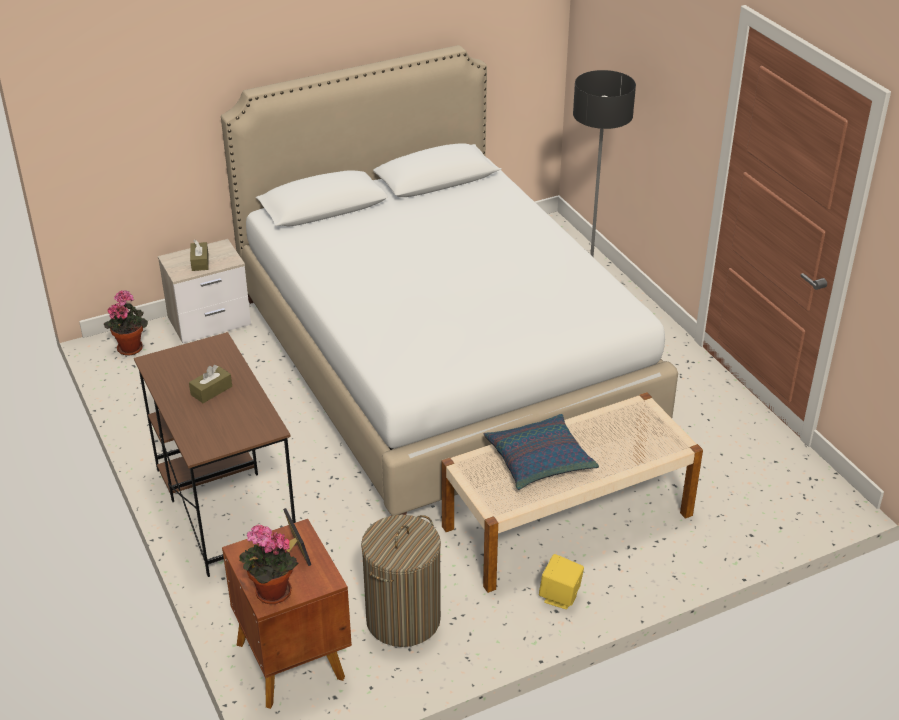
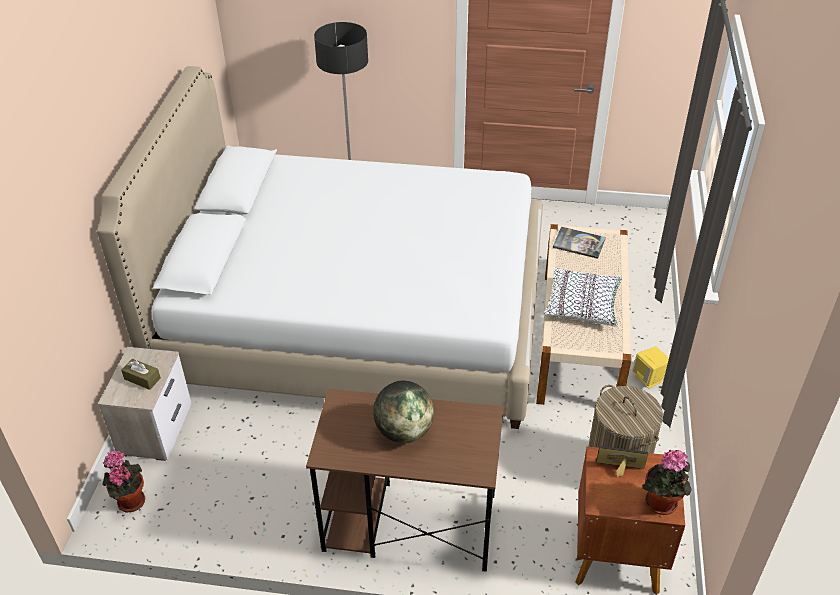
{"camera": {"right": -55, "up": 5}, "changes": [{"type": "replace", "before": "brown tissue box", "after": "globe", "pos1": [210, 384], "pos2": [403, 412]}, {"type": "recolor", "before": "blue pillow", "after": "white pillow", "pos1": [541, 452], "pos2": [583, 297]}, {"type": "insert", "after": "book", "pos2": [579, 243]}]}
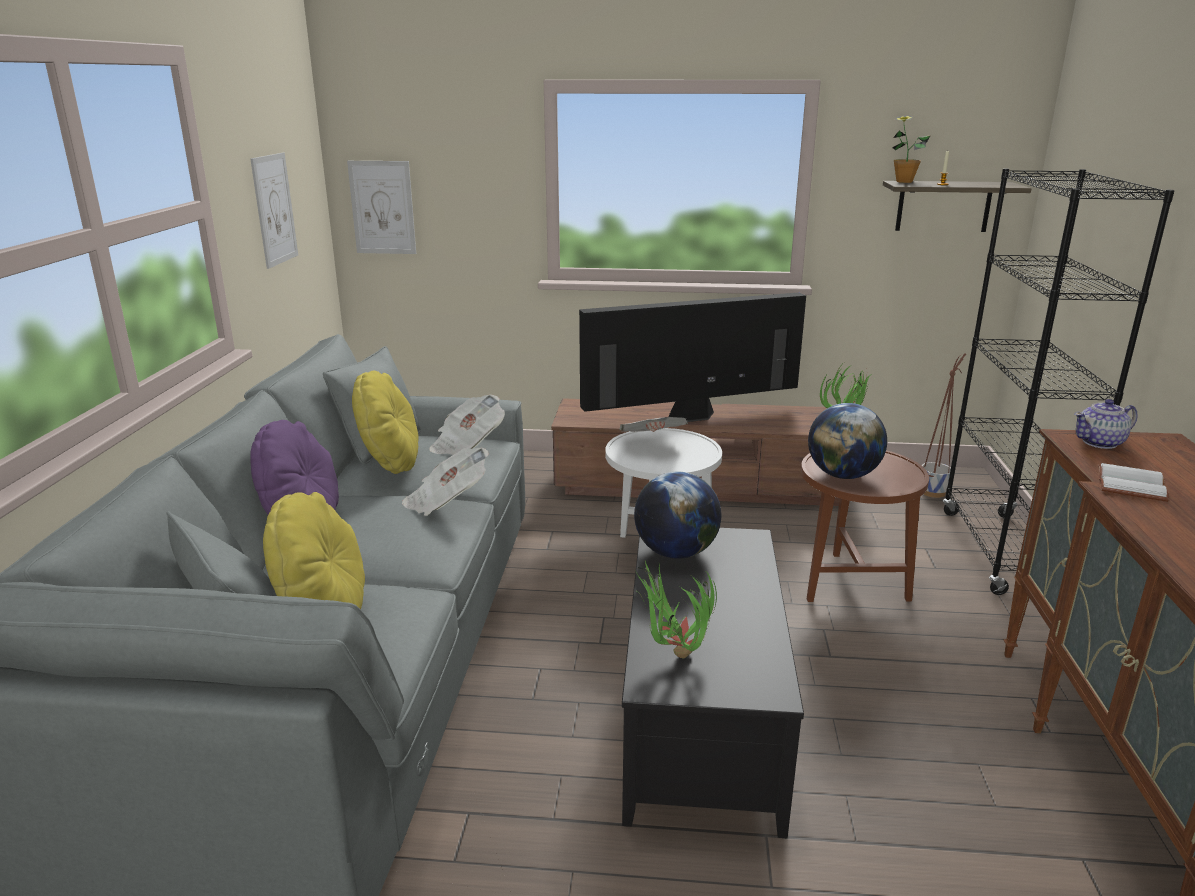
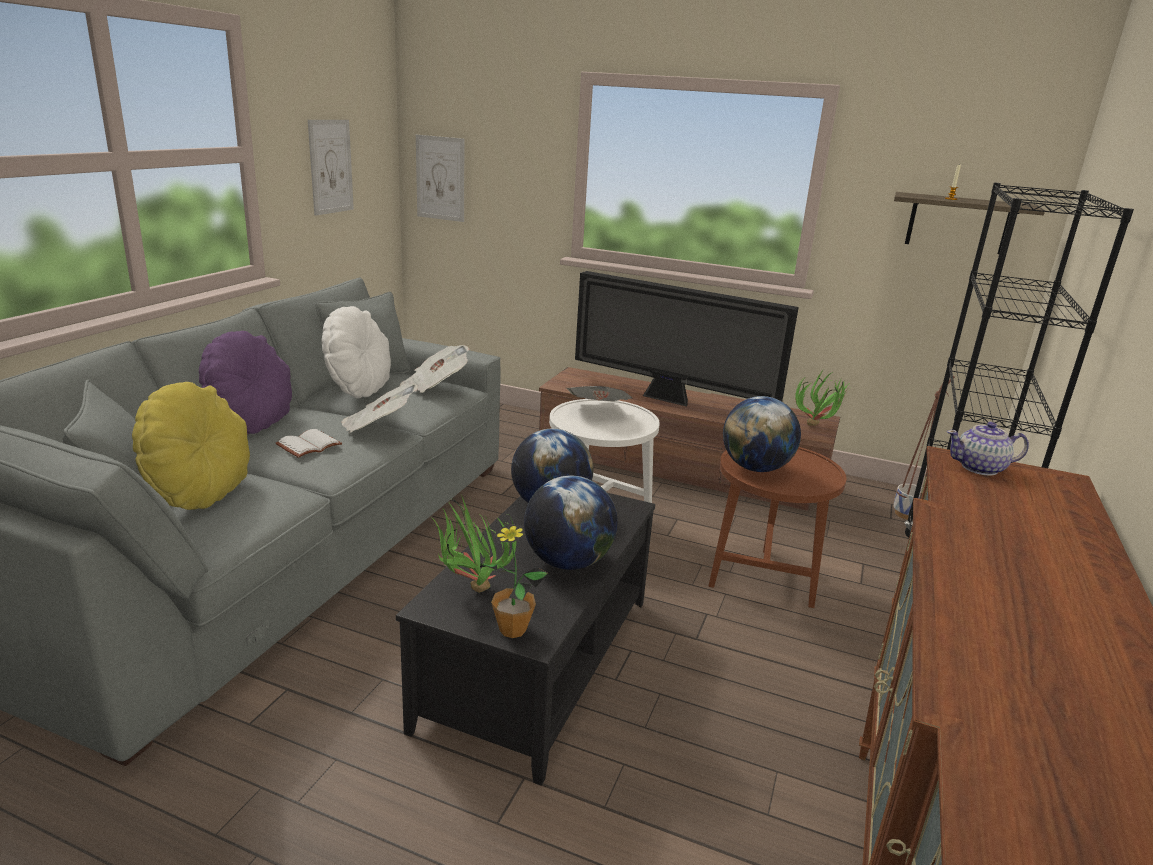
{"camera": {"right": 15, "up": 0}, "changes": [{"type": "recolor", "before": "yellow pillow", "after": "white pillow", "pos1": [385, 422], "pos2": [356, 352]}, {"type": "rotate", "before": "television", "pos1": [692, 357], "pos2": [687, 339], "turn": -150}, {"type": "move", "before": "potted plant", "pos1": [911, 149], "pos2": [514, 581]}, {"type": "move", "before": "white book", "pos1": [1133, 482], "pos2": [309, 443]}, {"type": "insert", "after": "globe", "pos2": [571, 522]}]}
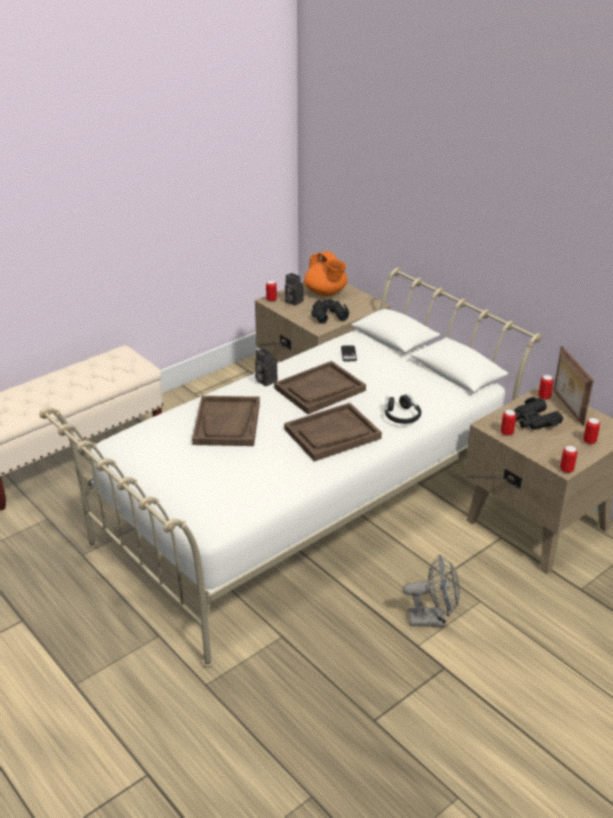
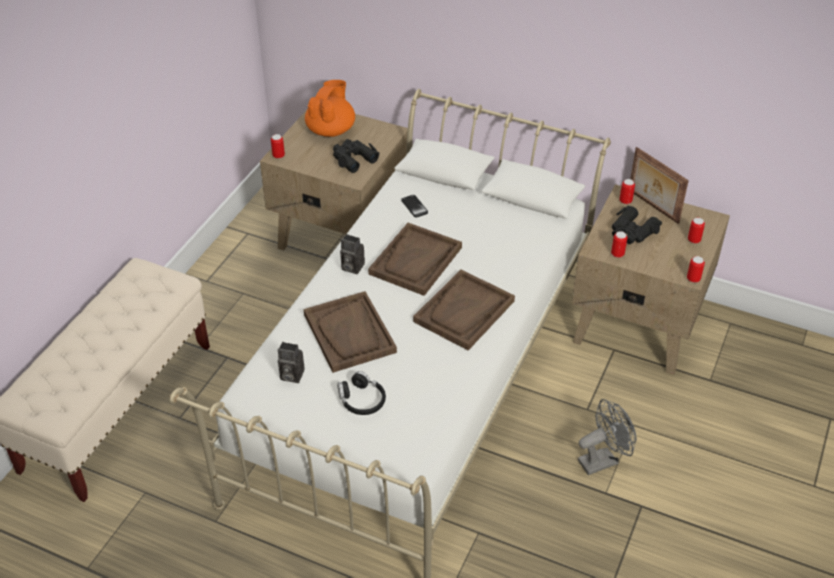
{"camera": {"right": -25, "up": 10}, "changes": [{"type": "move", "before": "photo camera", "pos1": [294, 289], "pos2": [291, 362]}, {"type": "rotate", "before": "orange teapot", "pos1": [326, 273], "pos2": [330, 108], "turn": -105}, {"type": "move", "before": "black headphones", "pos1": [403, 409], "pos2": [361, 393]}]}
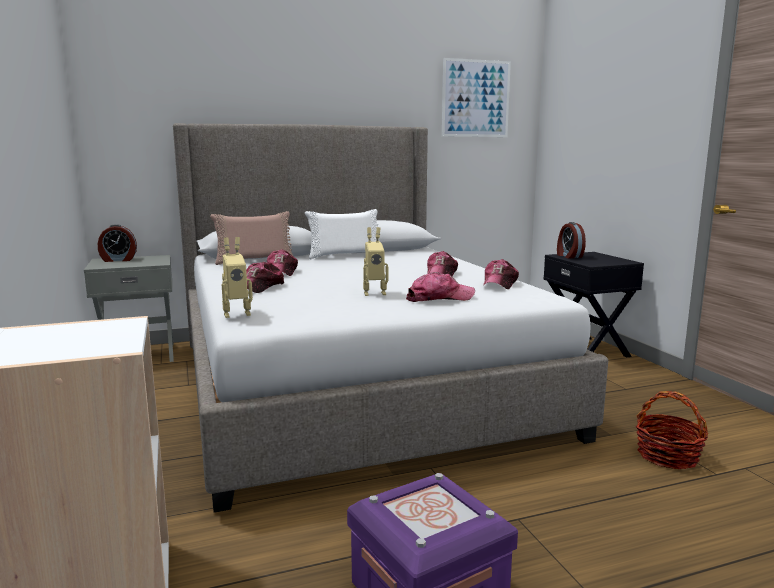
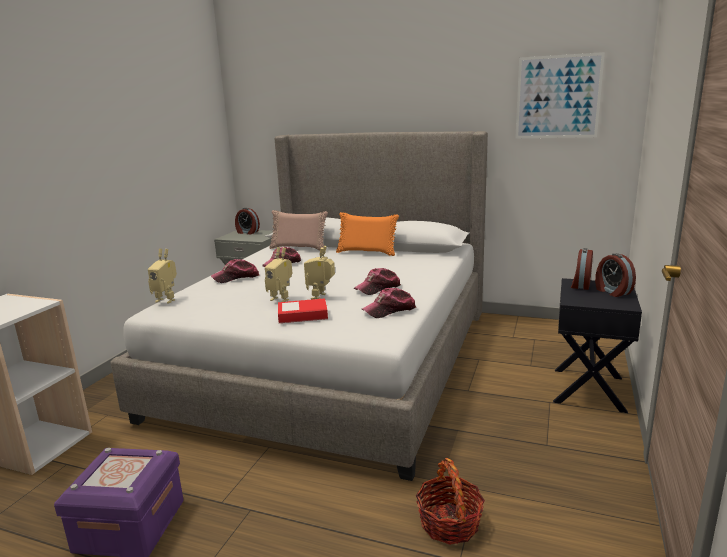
{"camera": {"right": 40, "up": 5}, "changes": [{"type": "recolor", "before": "white pillow", "after": "orange pillow", "pos1": [341, 234], "pos2": [367, 234]}, {"type": "replace", "before": "cap", "after": "book", "pos1": [440, 287], "pos2": [303, 310]}, {"type": "insert", "after": "toy robot", "pos2": [319, 272]}, {"type": "insert", "after": "alarm clock", "pos2": [615, 275]}]}
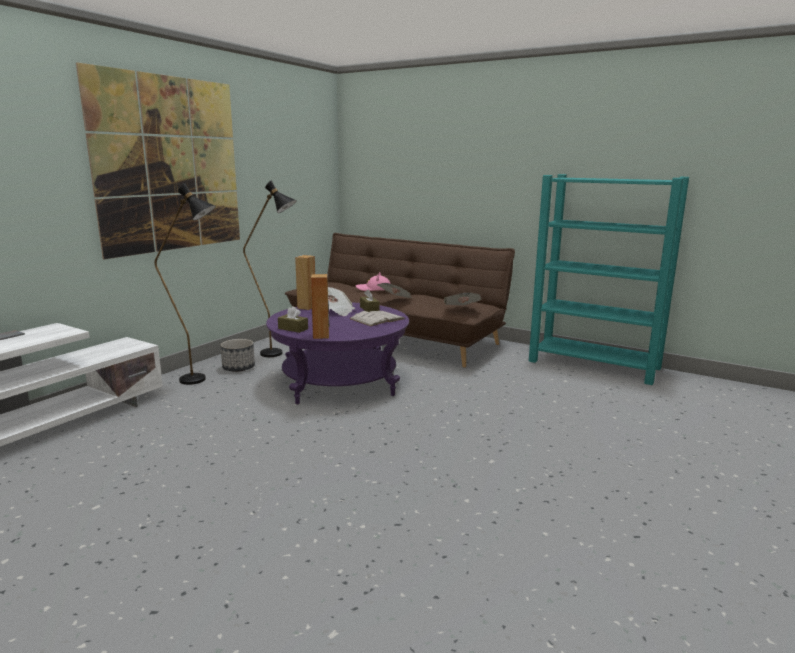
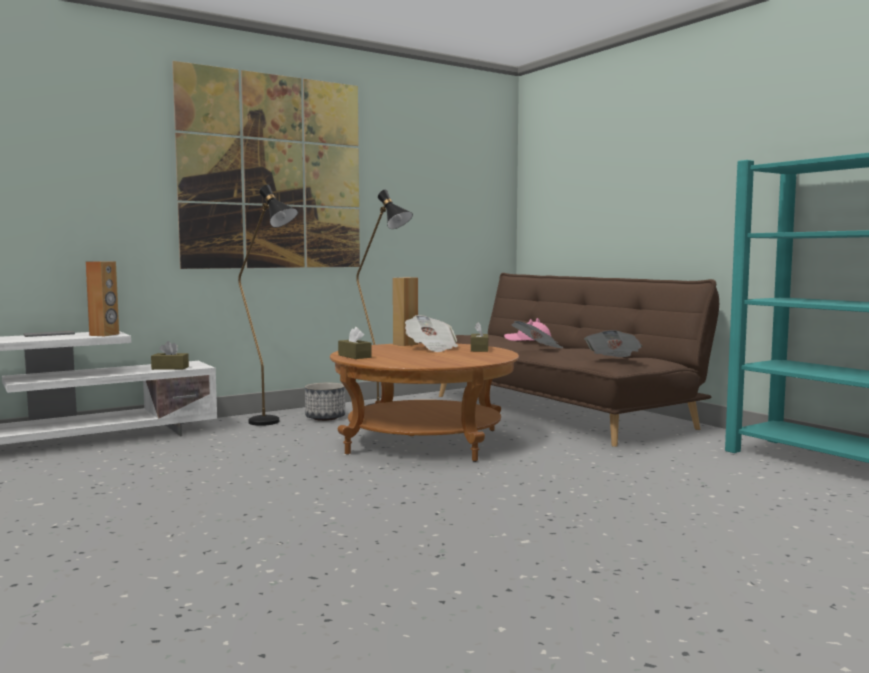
{"camera": {"right": 25, "up": -10}, "changes": [{"type": "recolor", "before": "purple coffee table", "after": "brown coffee table", "pos1": [337, 353], "pos2": [424, 402]}, {"type": "move", "before": "brown speaker", "pos1": [320, 306], "pos2": [102, 298]}, {"type": "delete", "before": "white book", "pos1": [377, 318]}, {"type": "insert", "after": "brown tissue box", "pos2": [170, 355]}]}
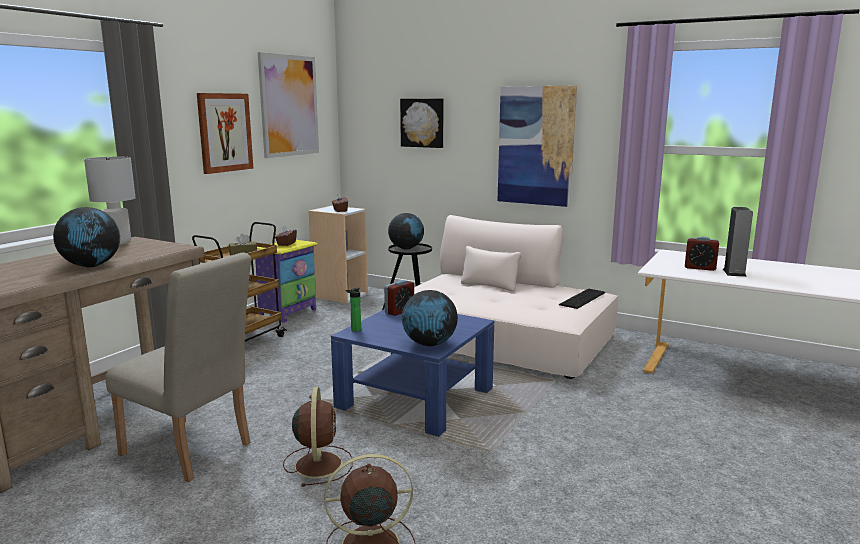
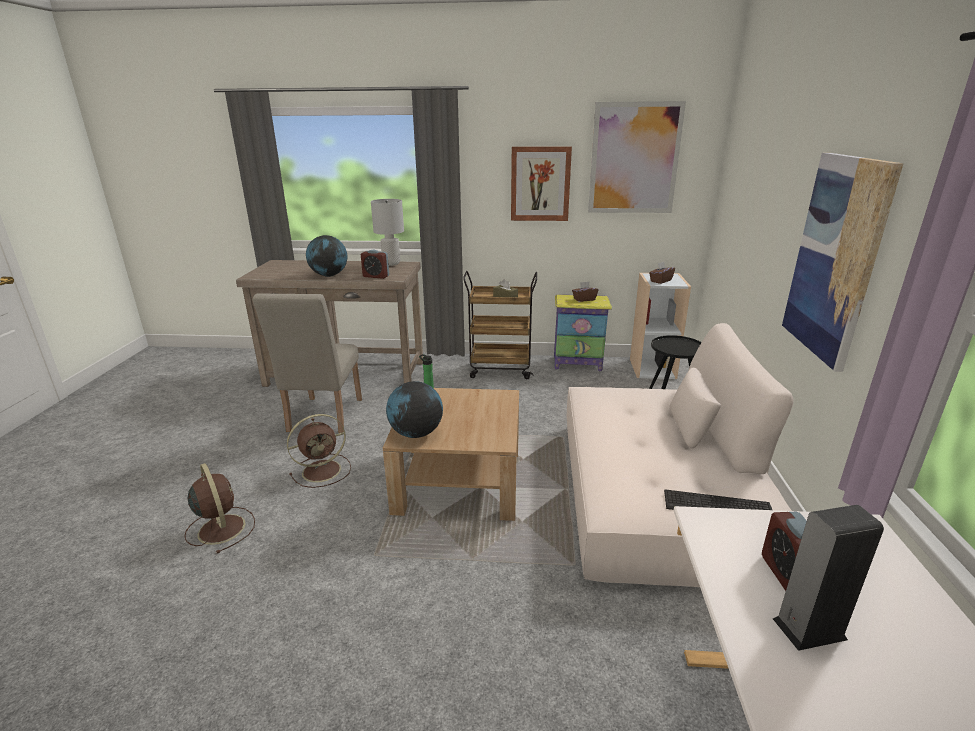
{"camera": {"right": 65, "up": 10}, "changes": [{"type": "recolor", "before": "blue coffee table", "after": "brown coffee table", "pos1": [412, 373], "pos2": [451, 454]}, {"type": "move", "before": "alarm clock", "pos1": [399, 298], "pos2": [375, 264]}, {"type": "delete", "before": "globe", "pos1": [406, 231]}, {"type": "delete", "before": "picture", "pos1": [422, 123]}]}
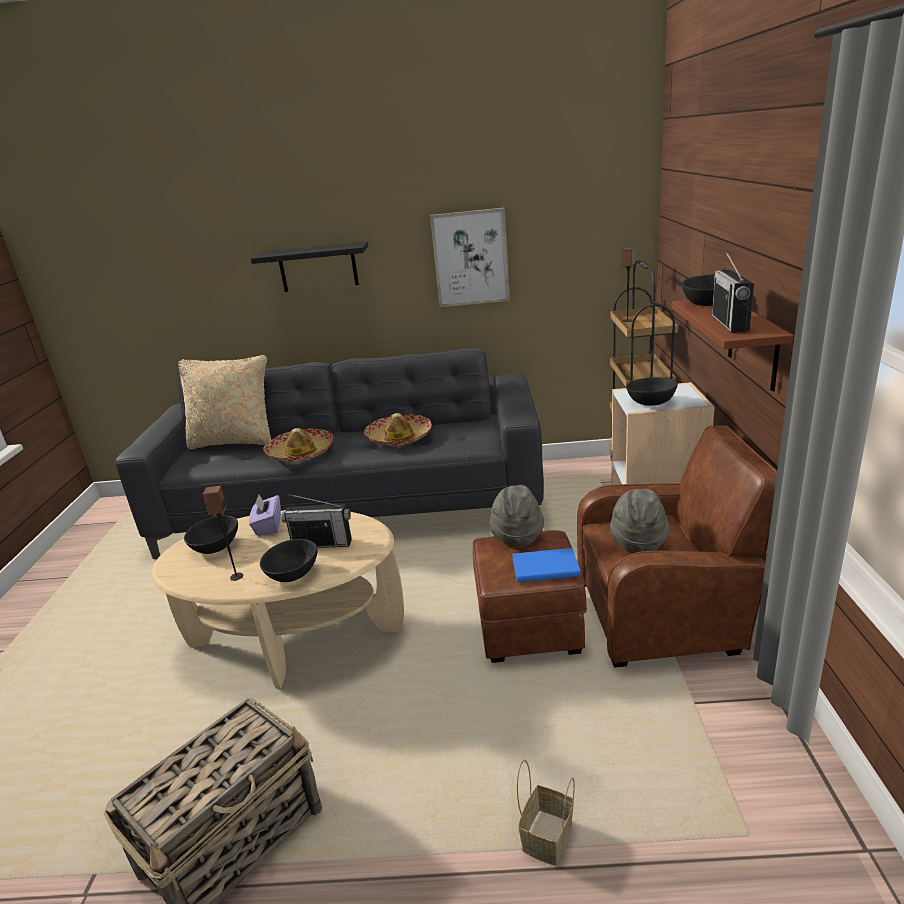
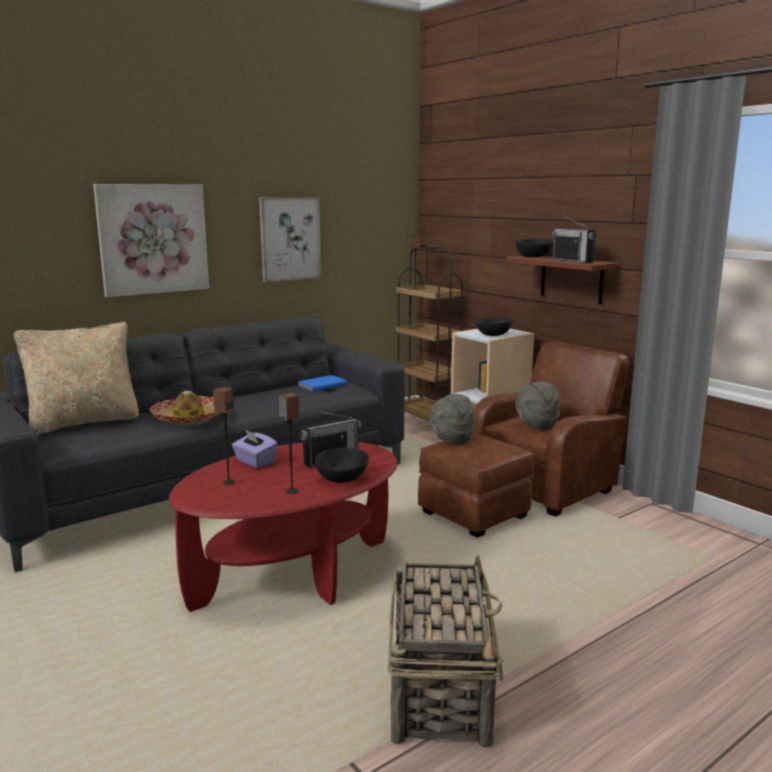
{"camera": {"right": -40, "up": -10}, "changes": [{"type": "recolor", "before": "beige coffee table", "after": "red coffee table", "pos1": [277, 599], "pos2": [283, 527]}, {"type": "replace", "before": "black bowl", "after": "speaker", "pos1": [211, 534], "pos2": [224, 436]}, {"type": "replace", "before": "black shelf", "after": "picture", "pos1": [310, 266], "pos2": [151, 240]}, {"type": "delete", "before": "hat", "pos1": [398, 429]}, {"type": "move", "before": "blue book", "pos1": [546, 565], "pos2": [322, 383]}, {"type": "delete", "before": "basket", "pos1": [546, 813]}]}
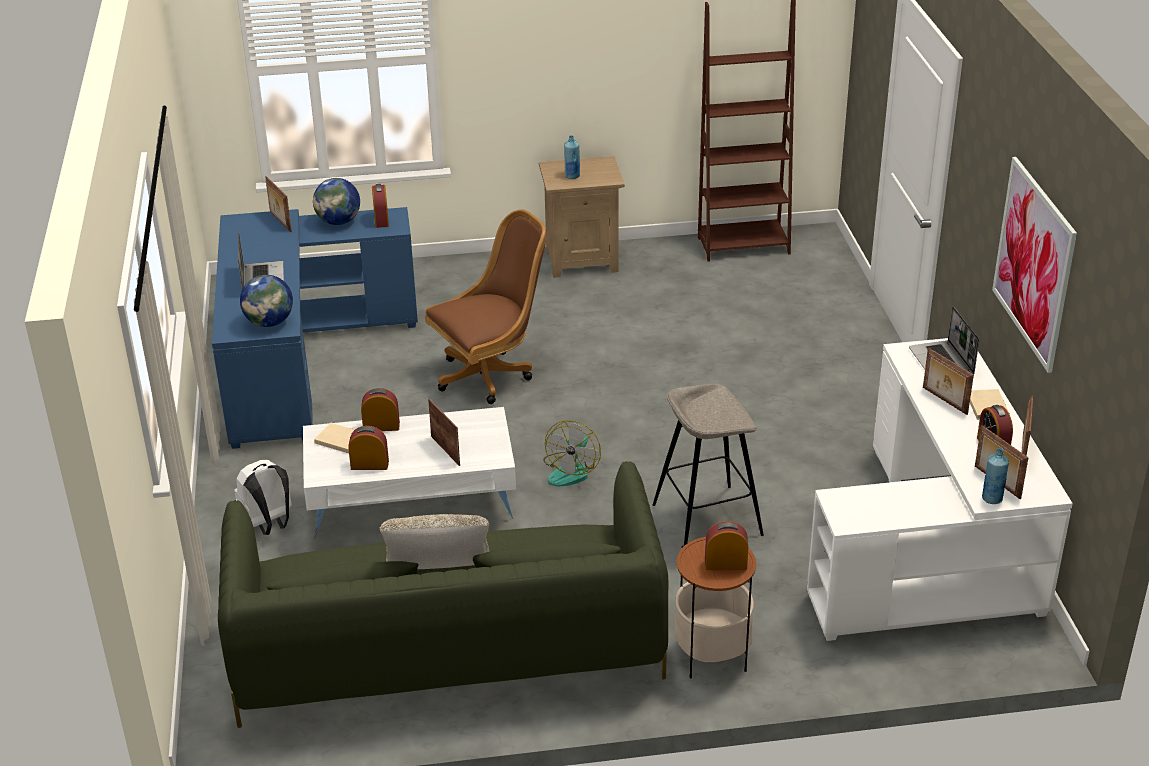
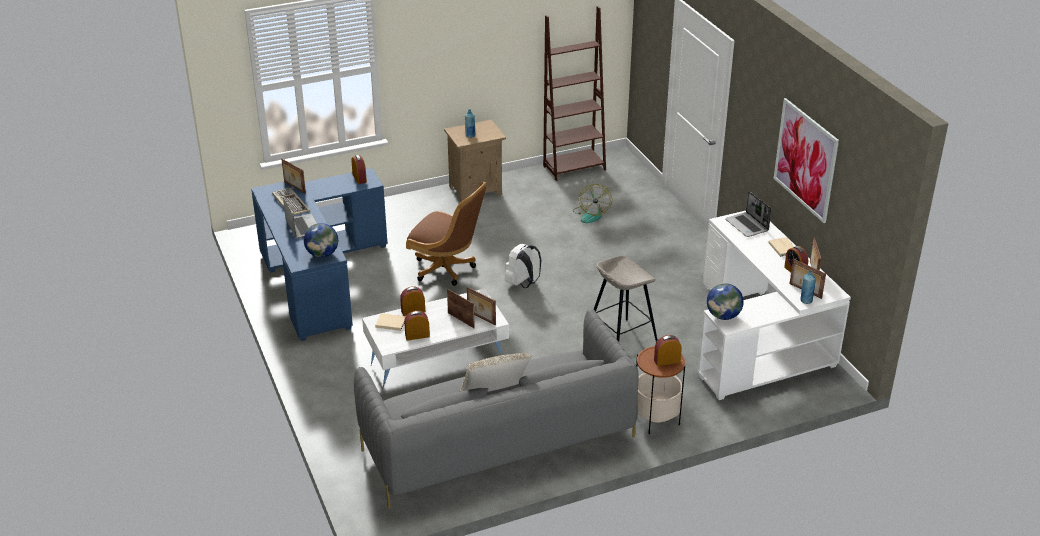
{"camera": {"right": -15, "up": 0}, "changes": [{"type": "recolor", "before": "green sofa", "after": "grey sofa", "pos1": [443, 594], "pos2": [496, 408]}, {"type": "move", "before": "white backpack", "pos1": [263, 497], "pos2": [523, 266]}, {"type": "move", "before": "globe", "pos1": [336, 201], "pos2": [725, 301]}, {"type": "rotate", "before": "brown office chair", "pos1": [485, 306], "pos2": [446, 234], "turn": 75}, {"type": "move", "before": "fan", "pos1": [572, 453], "pos2": [592, 203]}, {"type": "move", "before": "picture frame", "pos1": [948, 381], "pos2": [481, 306]}, {"type": "insert", "after": "keyboard", "pos2": [291, 202]}]}
